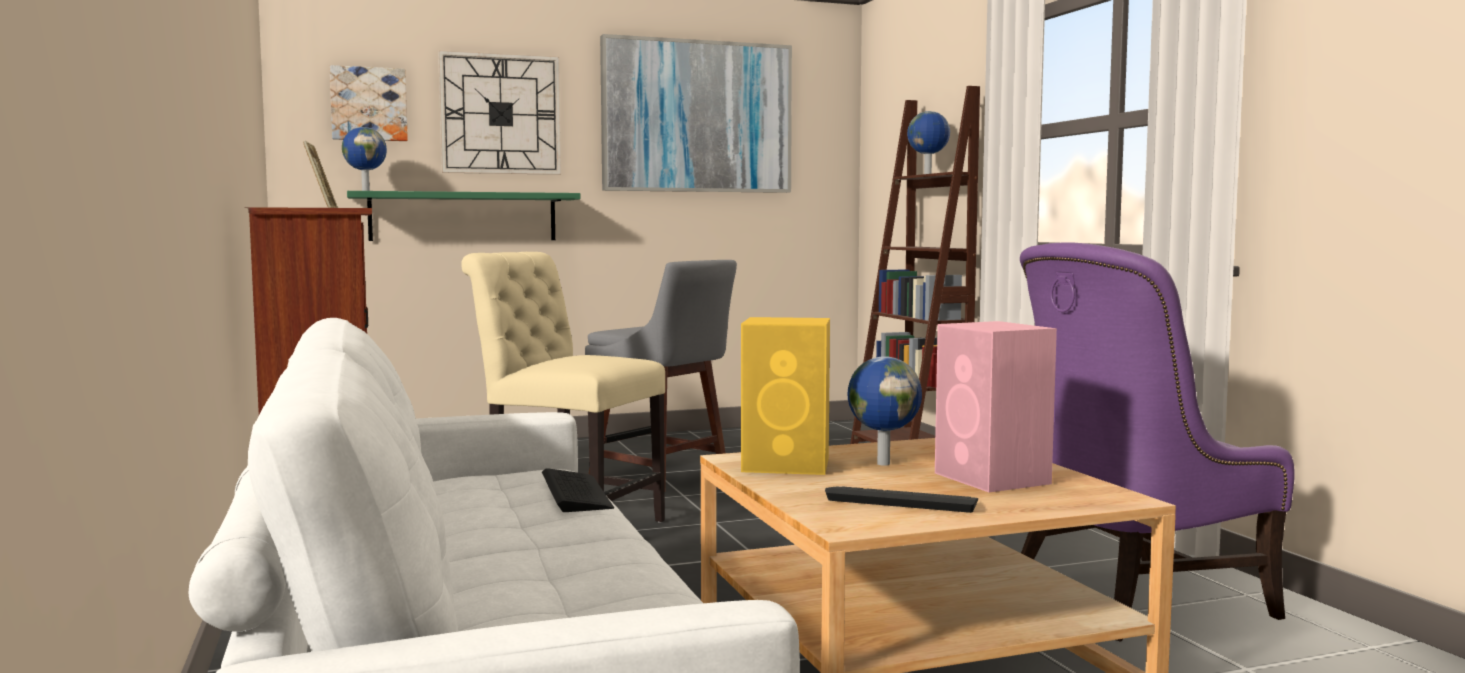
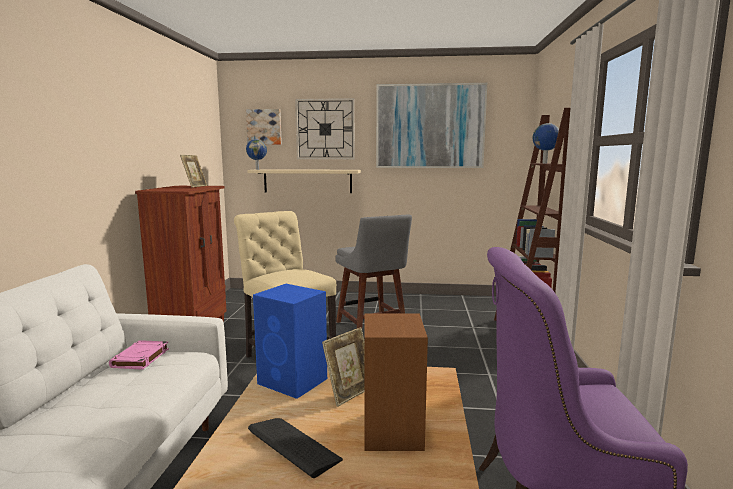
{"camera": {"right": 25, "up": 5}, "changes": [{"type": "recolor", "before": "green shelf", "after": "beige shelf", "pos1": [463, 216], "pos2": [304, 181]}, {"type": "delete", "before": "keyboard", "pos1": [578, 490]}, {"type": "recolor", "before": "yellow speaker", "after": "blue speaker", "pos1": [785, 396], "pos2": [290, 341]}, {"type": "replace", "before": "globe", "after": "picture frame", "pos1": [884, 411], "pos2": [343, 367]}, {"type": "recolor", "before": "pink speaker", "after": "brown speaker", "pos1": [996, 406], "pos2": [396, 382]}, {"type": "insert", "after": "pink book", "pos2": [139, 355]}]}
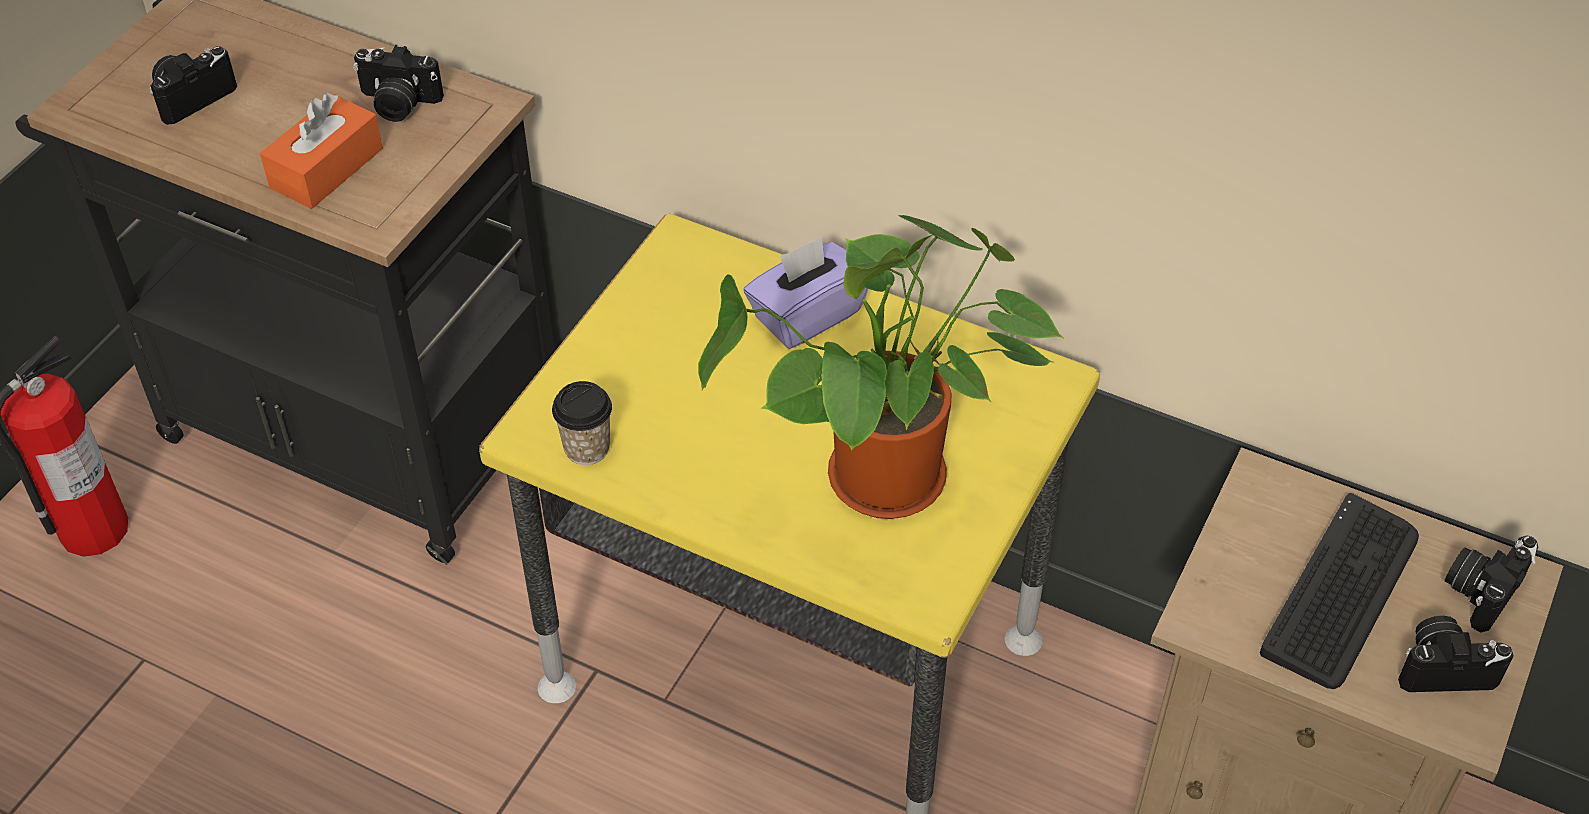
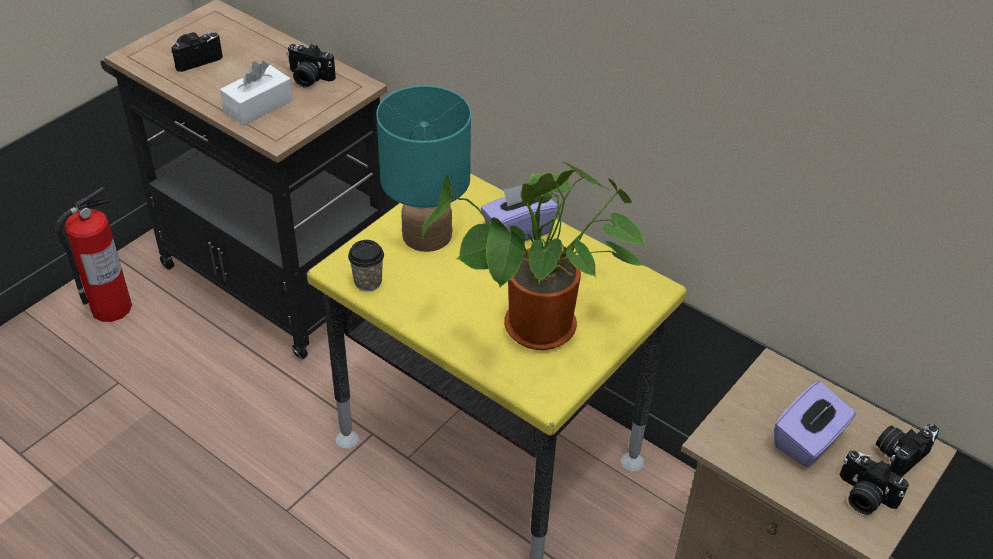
{"camera": {"right": 10, "up": -5}, "changes": [{"type": "recolor", "before": "orange tissue box", "after": "white tissue box", "pos1": [321, 151], "pos2": [256, 93]}, {"type": "replace", "before": "keyboard", "after": "purple tissue box", "pos1": [1339, 591], "pos2": [815, 424]}, {"type": "rotate", "before": "photo camera", "pos1": [1456, 654], "pos2": [874, 483], "turn": -150}, {"type": "insert", "after": "turquoise table lamp", "pos2": [424, 168]}]}
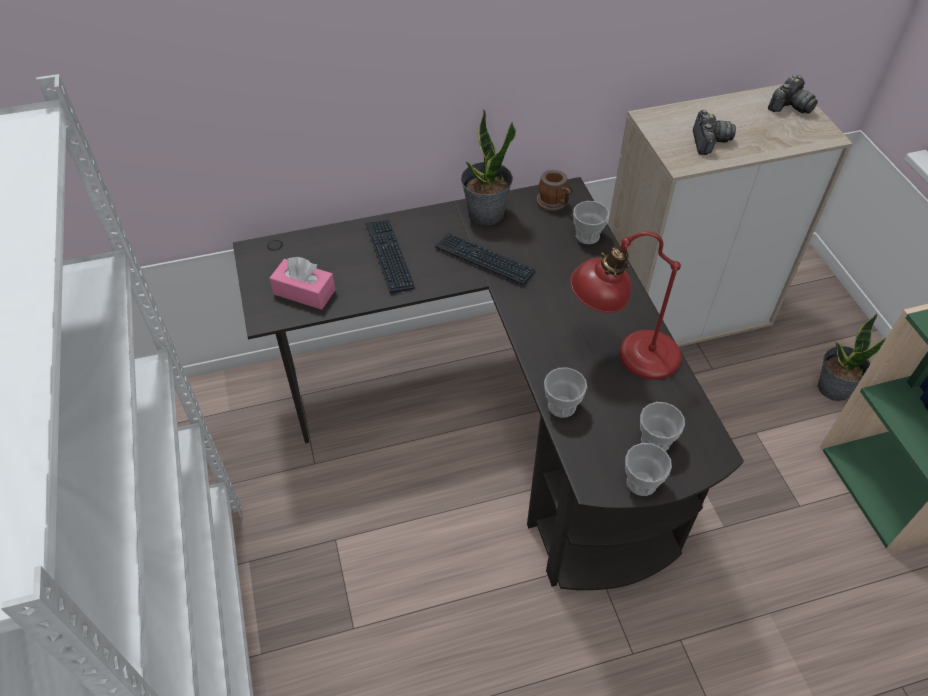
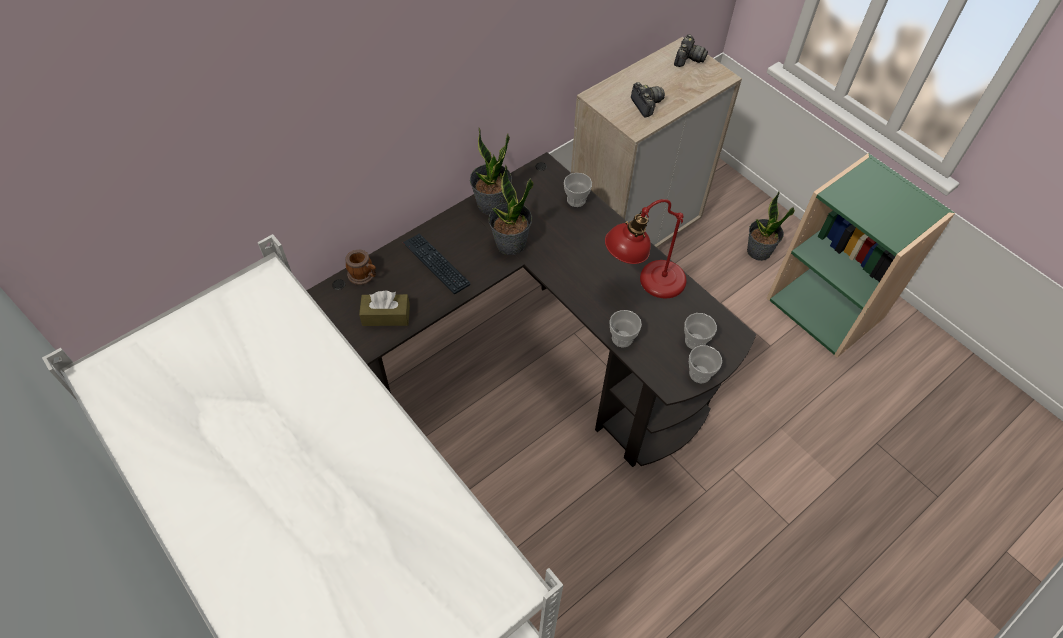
{"camera": {"right": -25, "up": 5}, "changes": [{"type": "recolor", "before": "pink tissue box", "after": "brown tissue box", "pos1": [302, 283], "pos2": [384, 308]}, {"type": "replace", "before": "keyboard", "after": "potted plant", "pos1": [485, 259], "pos2": [511, 210]}, {"type": "move", "before": "mug", "pos1": [553, 190], "pos2": [360, 267]}]}
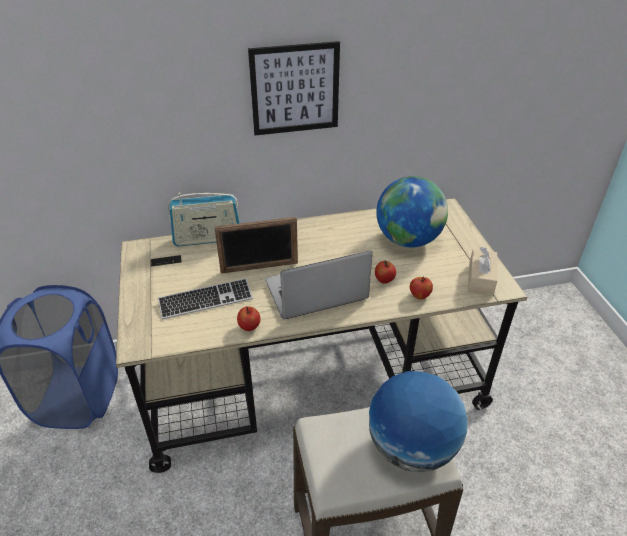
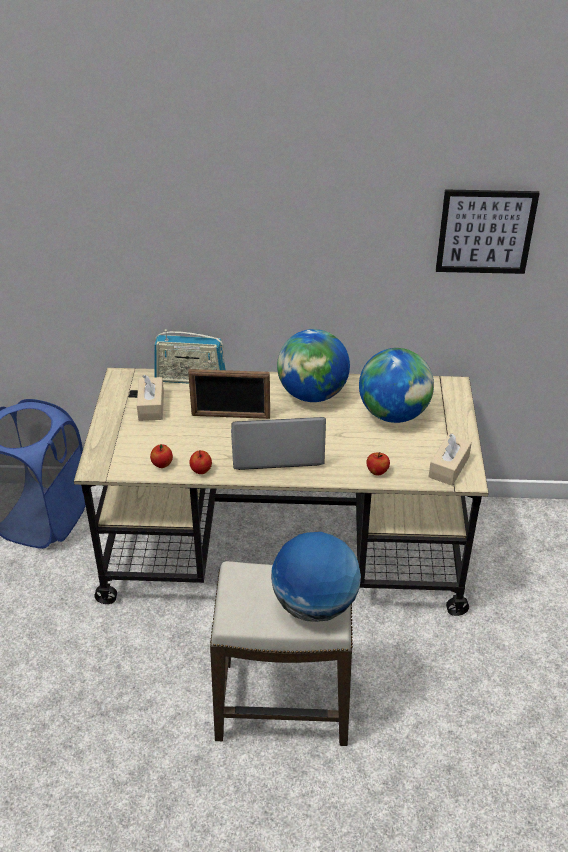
{"camera": {"right": 15, "up": 0}, "changes": [{"type": "delete", "before": "keyboard", "pos1": [205, 299]}, {"type": "move", "before": "picture", "pos1": [294, 88], "pos2": [488, 231]}, {"type": "move", "before": "apple", "pos1": [385, 272], "pos2": [161, 456]}, {"type": "insert", "after": "beige tissue box", "pos2": [150, 398]}, {"type": "insert", "after": "globe", "pos2": [313, 365]}]}
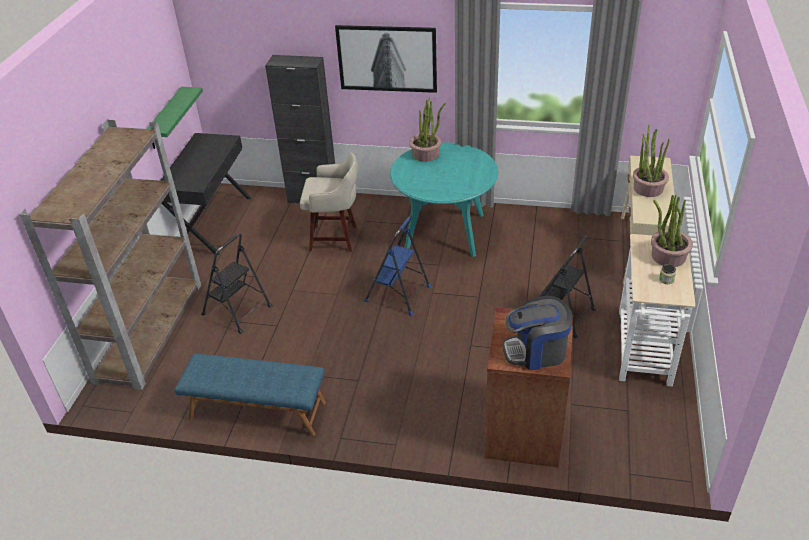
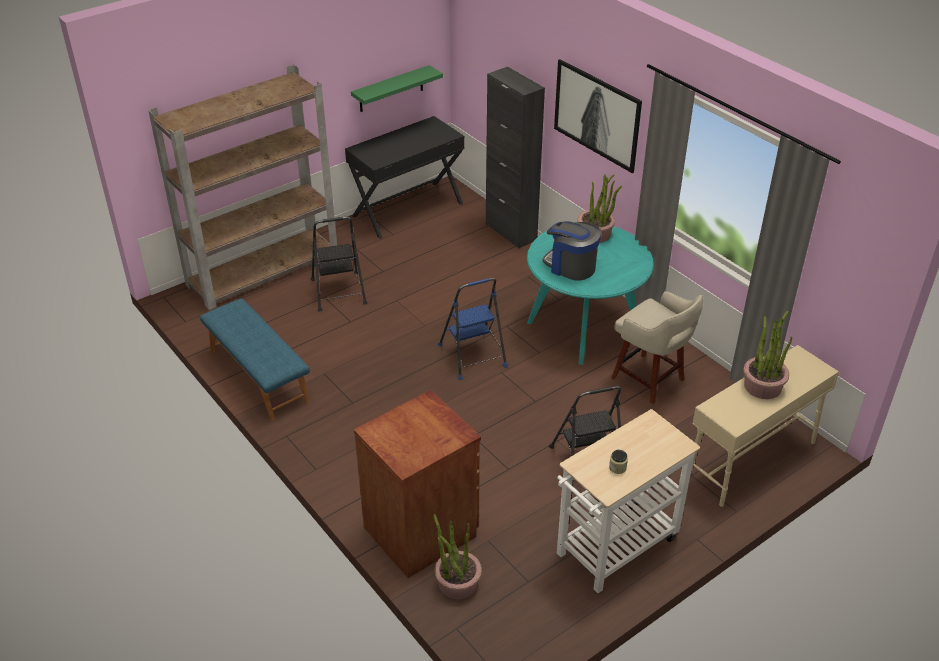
{"camera": {"right": 40, "up": 0}, "changes": [{"type": "move", "before": "beige stool", "pos1": [329, 202], "pos2": [657, 347]}, {"type": "move", "before": "coffee machine", "pos1": [538, 333], "pos2": [571, 251]}, {"type": "move", "before": "potted plant", "pos1": [672, 231], "pos2": [457, 556]}]}
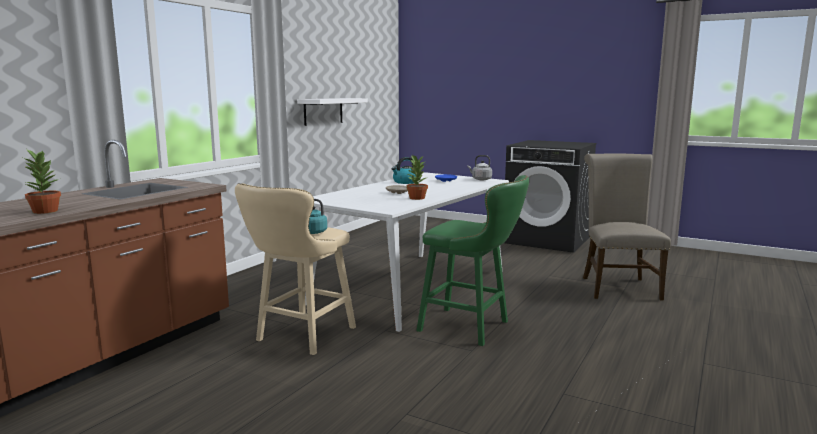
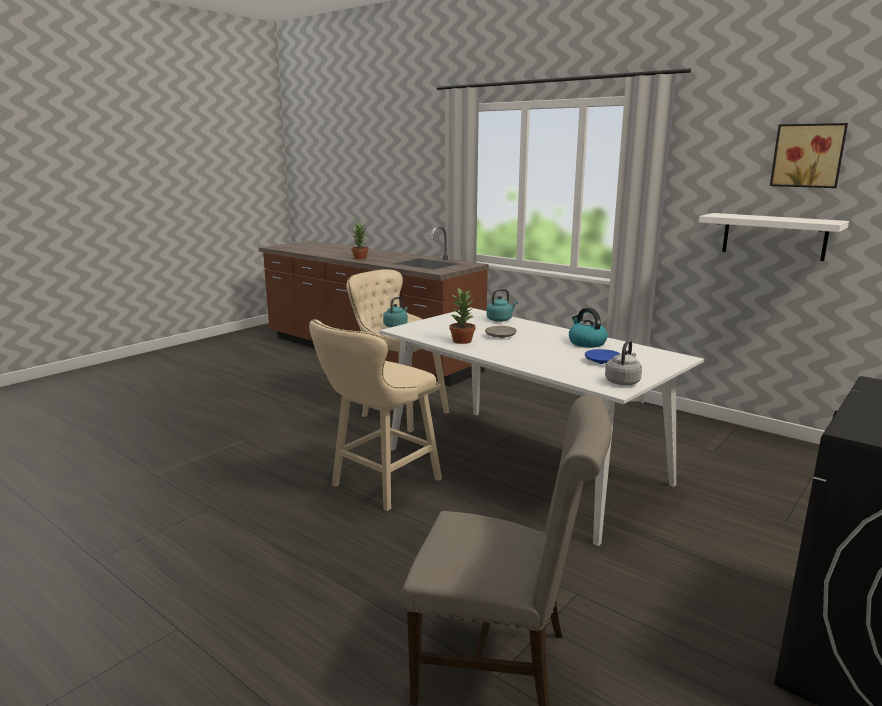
{"camera": {"right": 100, "up": 5}, "changes": [{"type": "recolor", "before": "green stool", "after": "beige stool", "pos1": [472, 260], "pos2": [375, 415]}, {"type": "insert", "after": "turquoise kettle", "pos2": [502, 305]}, {"type": "insert", "after": "picture", "pos2": [809, 155]}]}
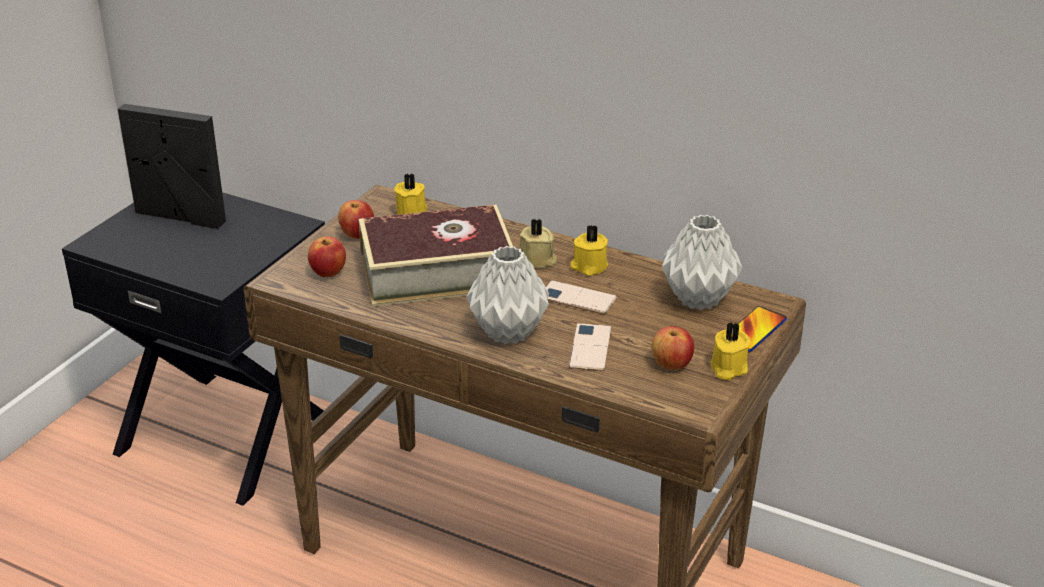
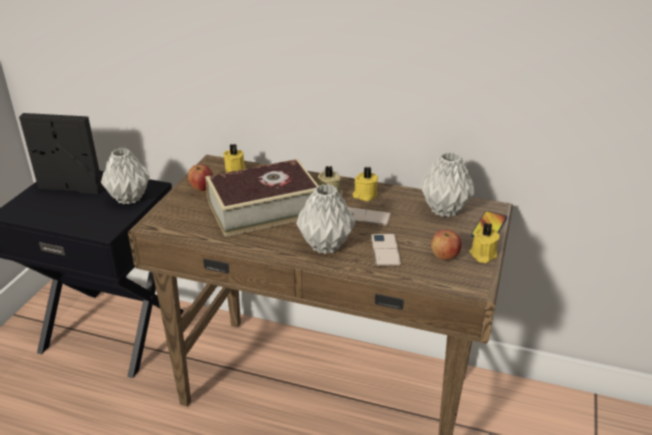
{"camera": {"right": -10, "up": 0}, "changes": [{"type": "delete", "before": "apple", "pos1": [327, 256]}, {"type": "insert", "after": "grey vase", "pos2": [125, 176]}]}
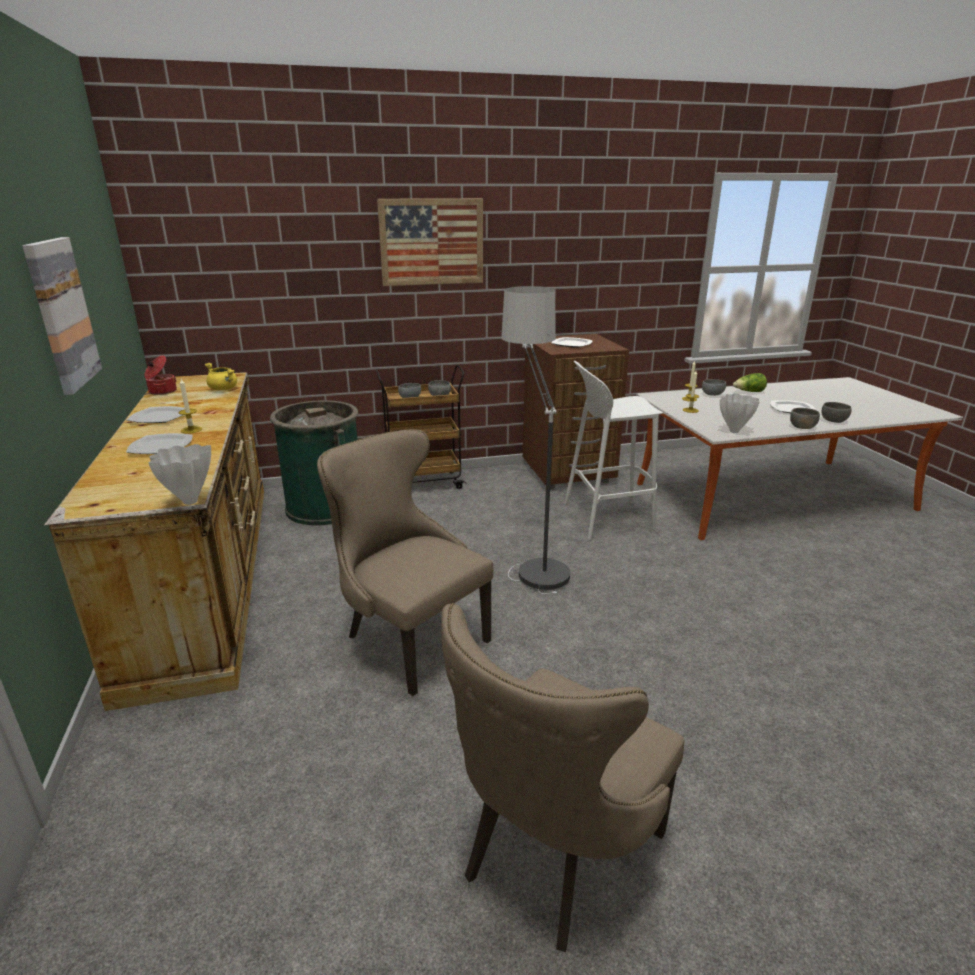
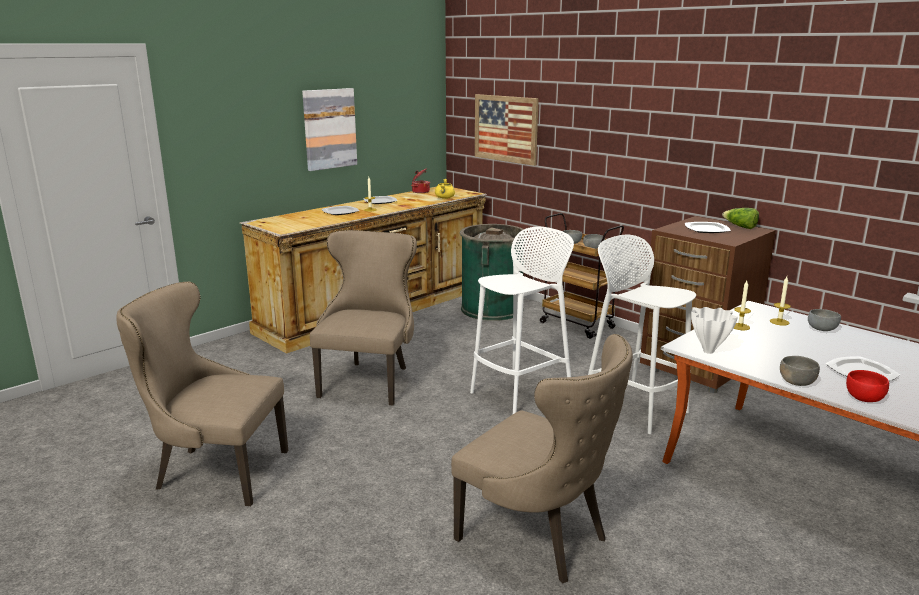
{"camera": {"right": 60, "up": -5}, "changes": [{"type": "delete", "before": "white vase", "pos1": [179, 474]}, {"type": "move", "before": "picture", "pos1": [430, 242], "pos2": [507, 130]}, {"type": "replace", "before": "floor lamp", "after": "white stool", "pos1": [535, 440], "pos2": [522, 320]}, {"type": "move", "before": "lettuce", "pos1": [750, 382], "pos2": [740, 218]}, {"type": "recolor", "before": "grey bowl", "after": "red bowl", "pos1": [836, 412], "pos2": [867, 386]}, {"type": "insert", "after": "beige chair", "pos2": [542, 458]}]}
